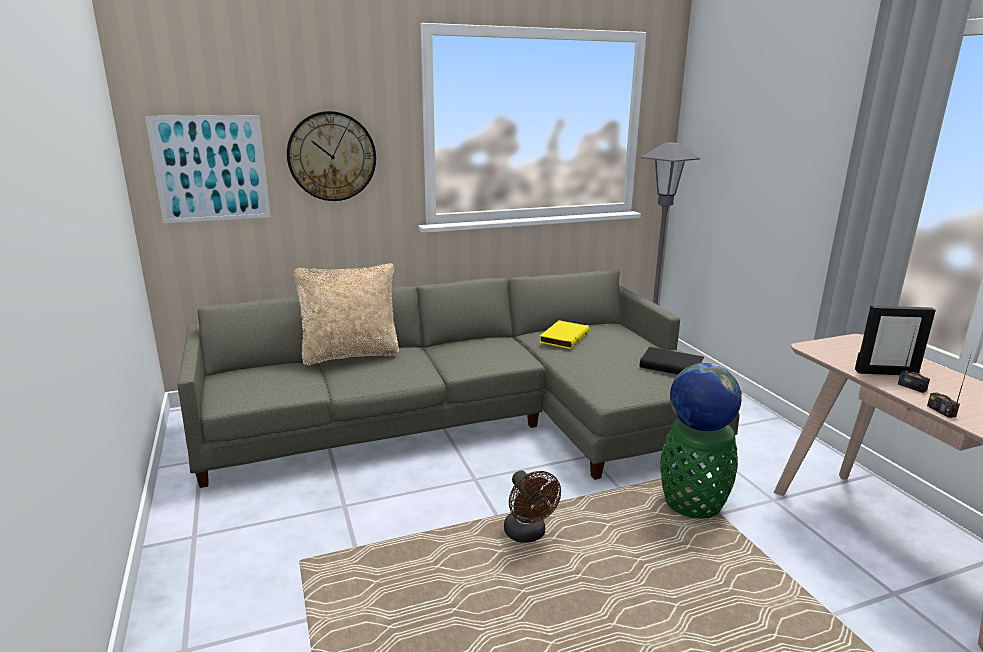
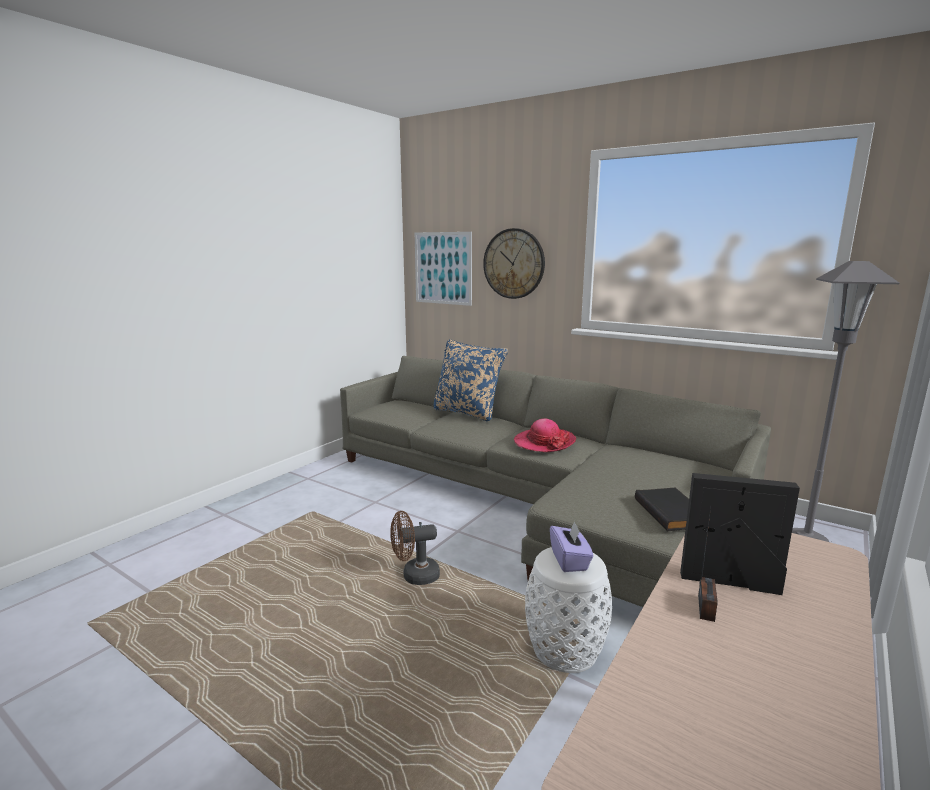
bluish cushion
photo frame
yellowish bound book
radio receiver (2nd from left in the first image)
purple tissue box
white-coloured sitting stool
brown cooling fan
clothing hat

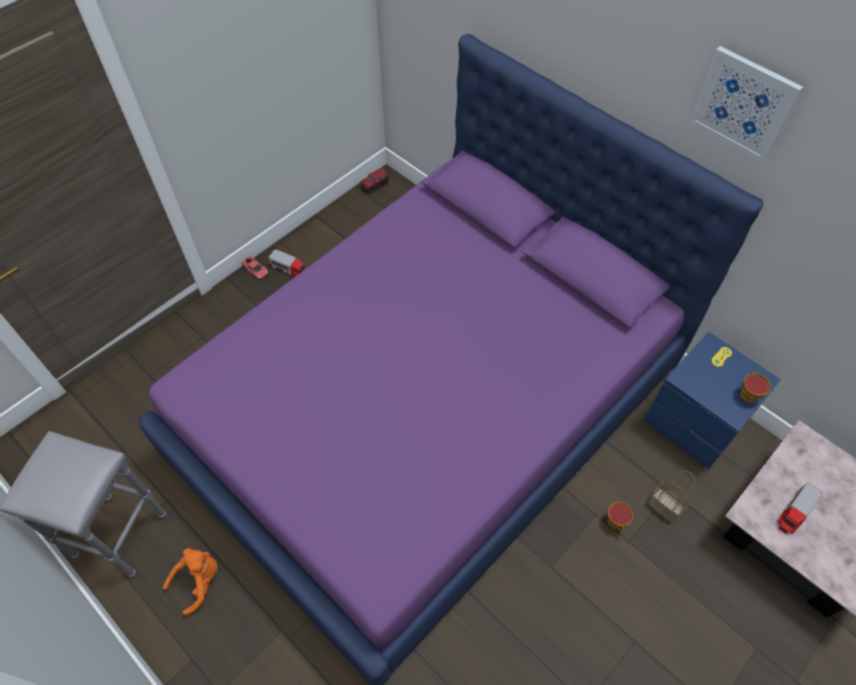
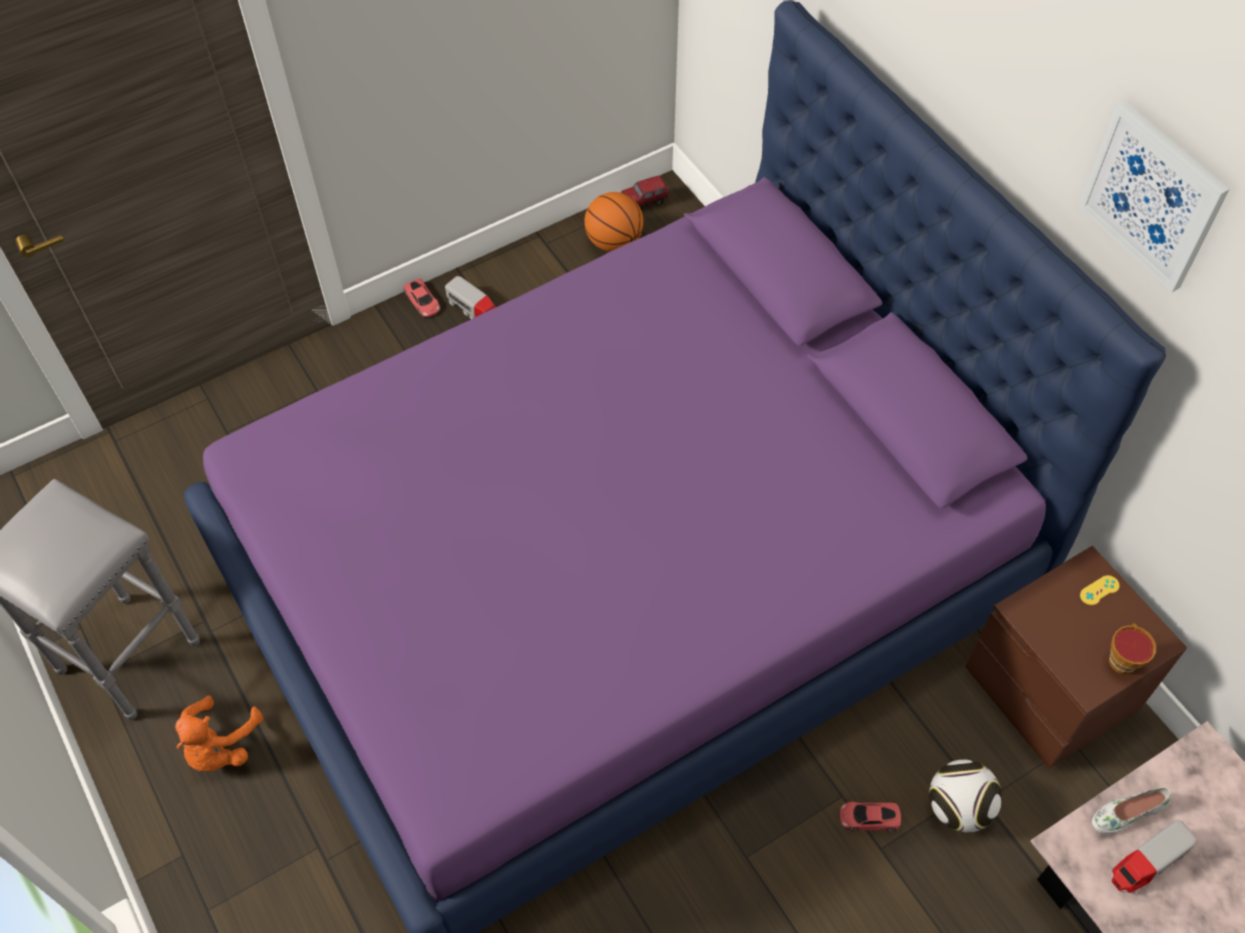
brown nightstand
football
reddish model car (2nd from left)
orange-coloured cuddly toy
ball for basketball
white-coloured low shoe

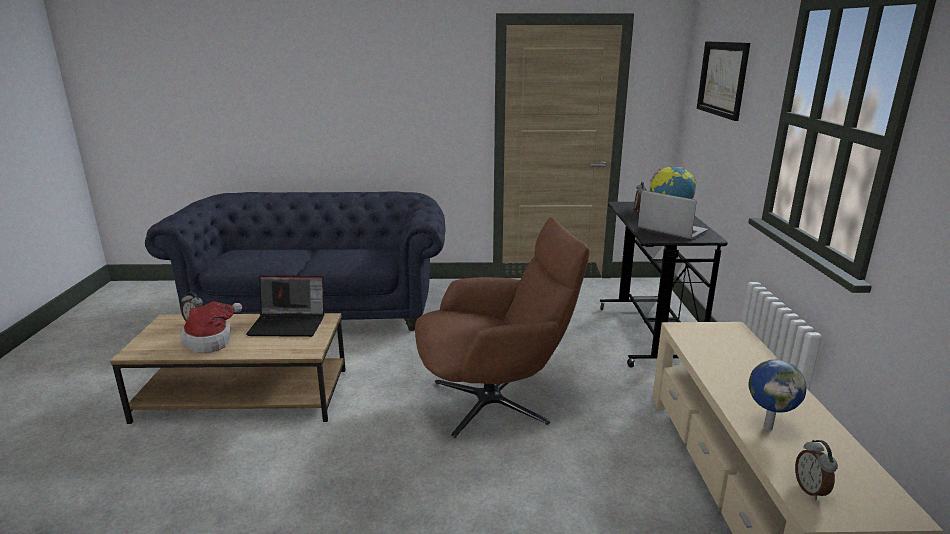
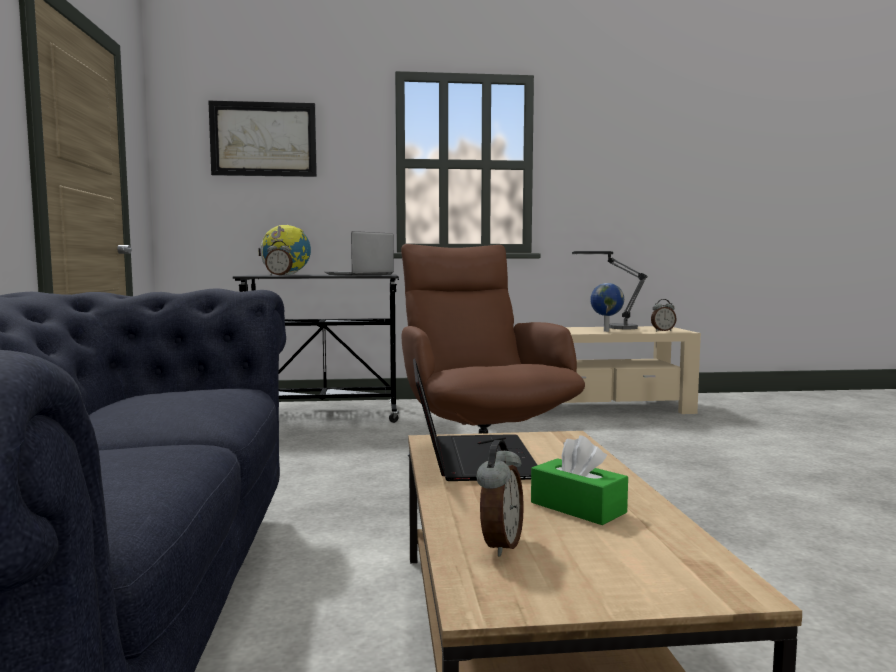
green-coloured tissue box
table lamp

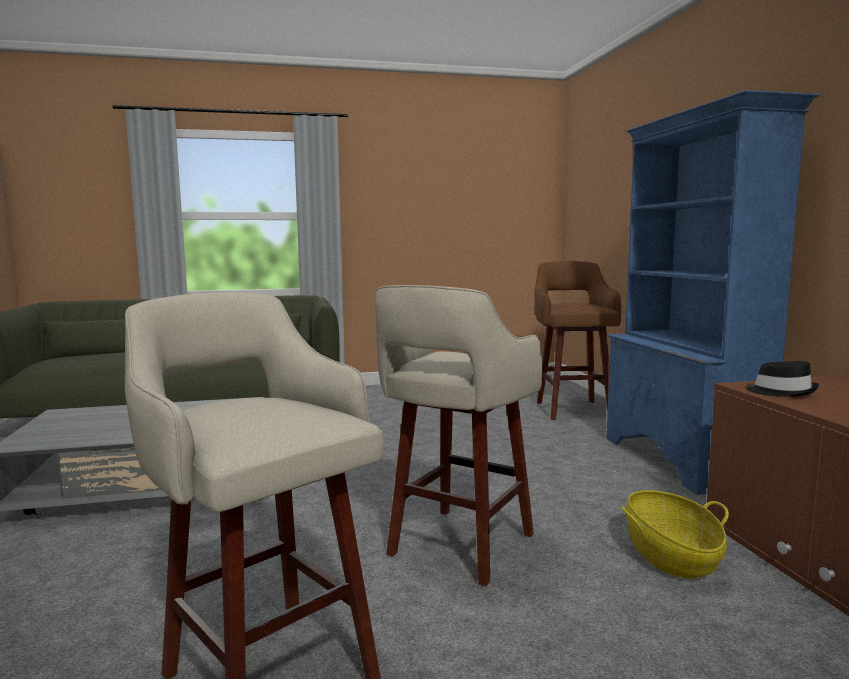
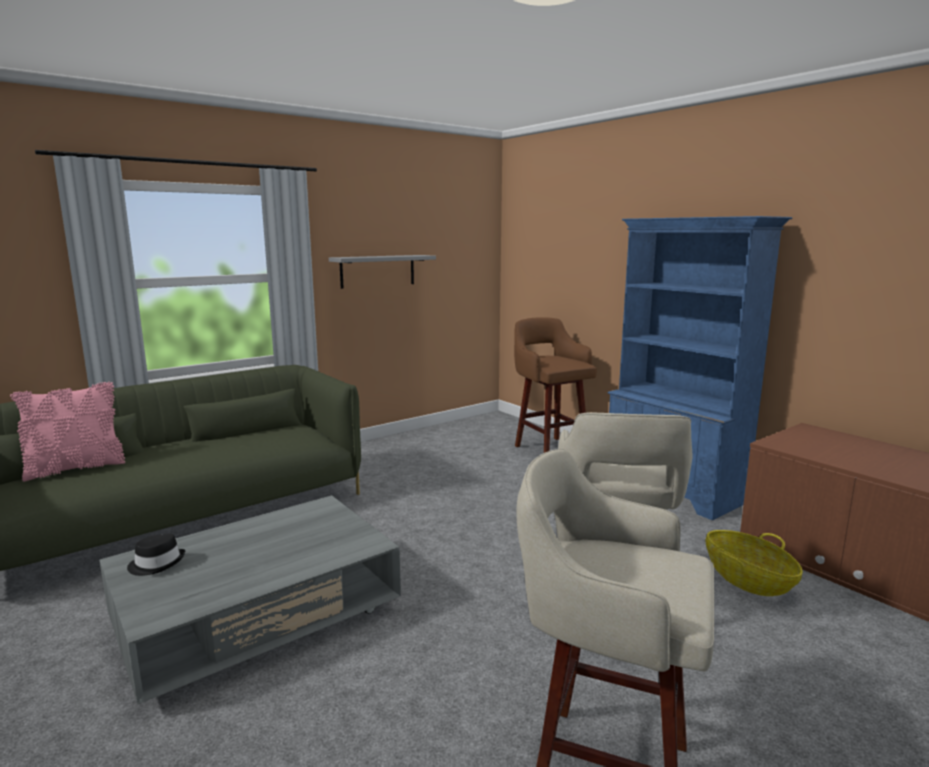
black clothing hat
grey wall shelf
pinkish cushion

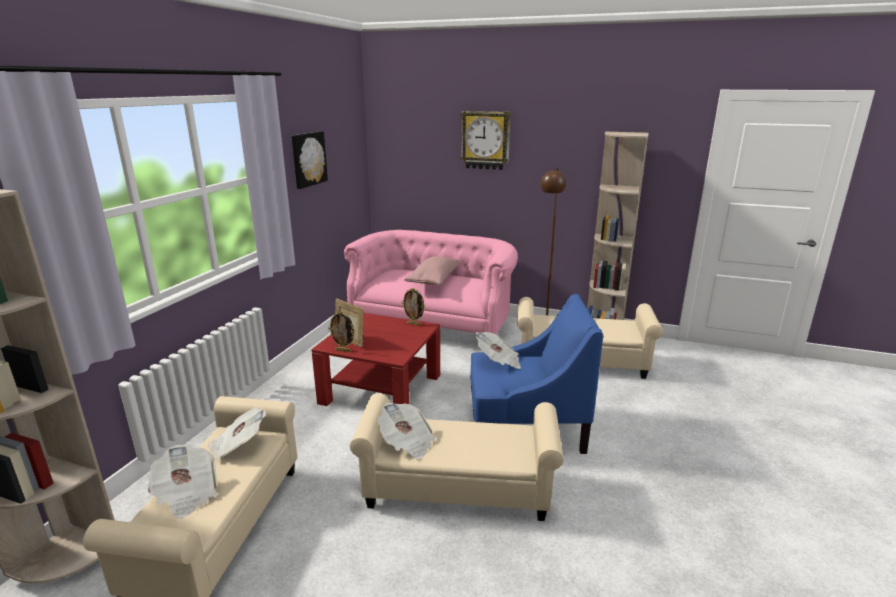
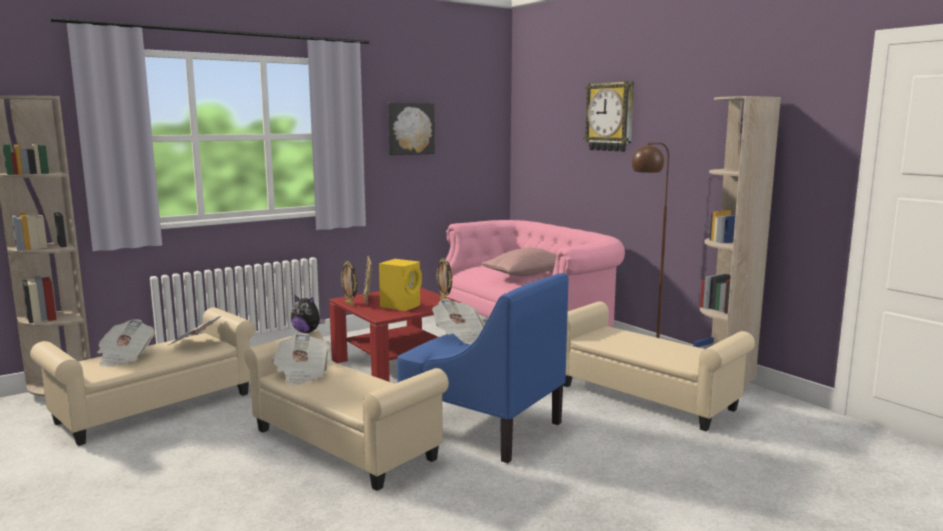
yellowish audio speaker
cuddly toy

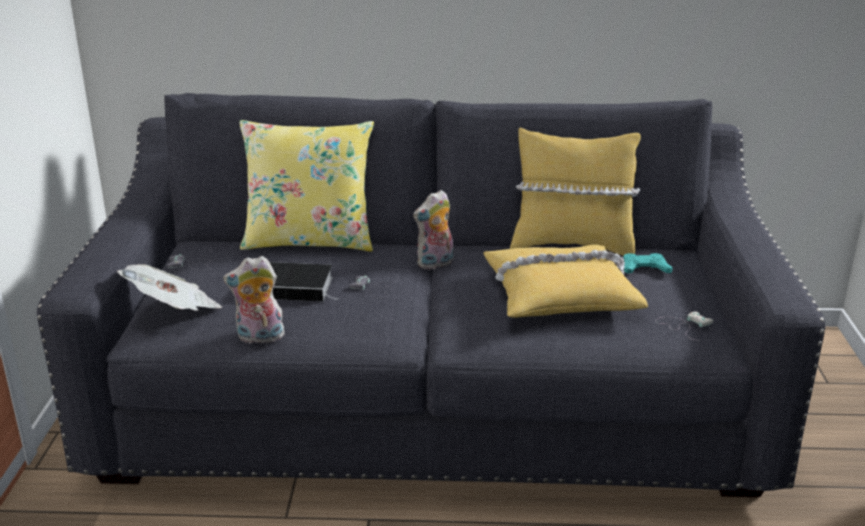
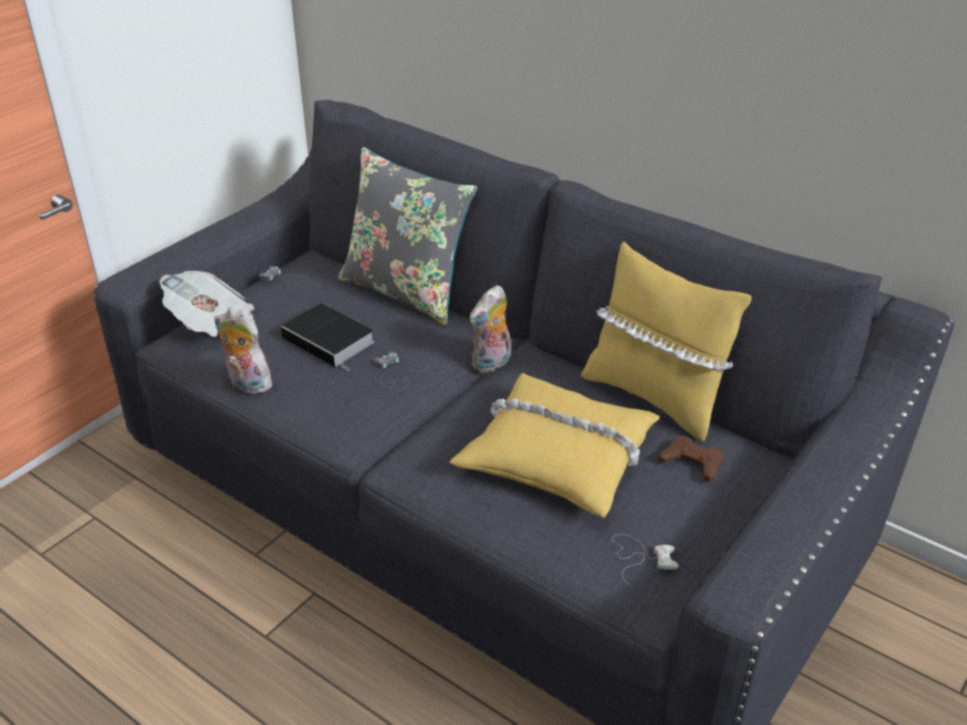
grey cushion
cuddly toy (2nd from left)
brown gamepad

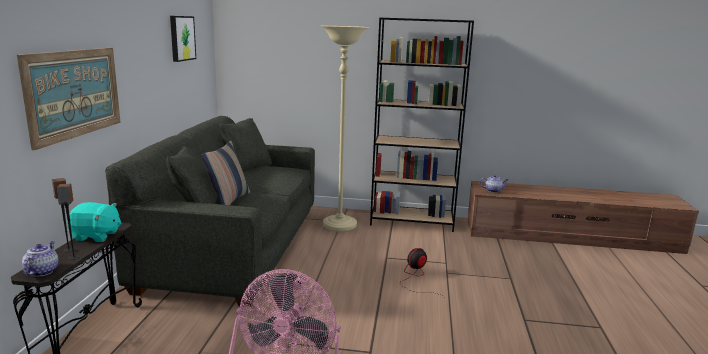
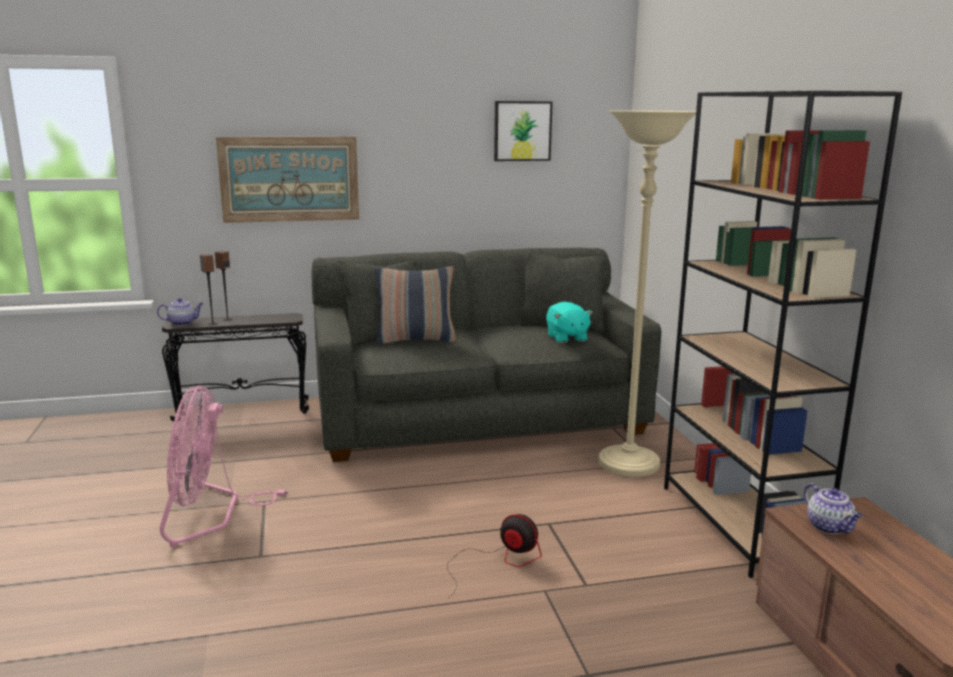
turquoise-coloured cuddly toy

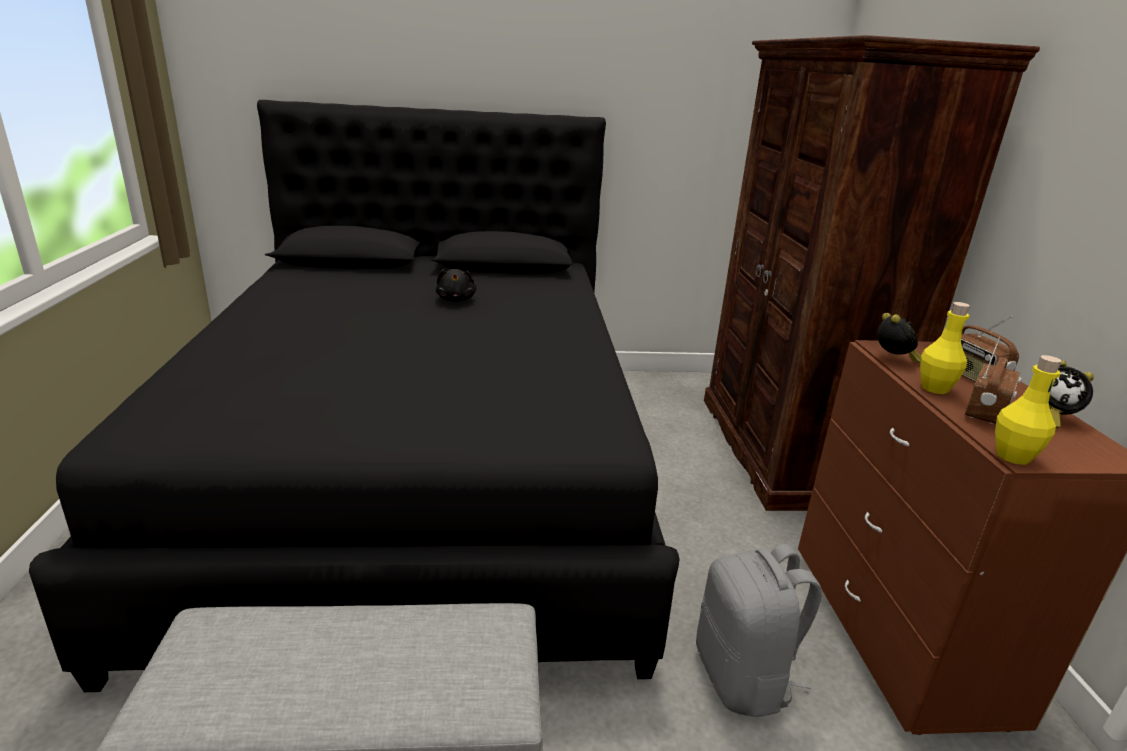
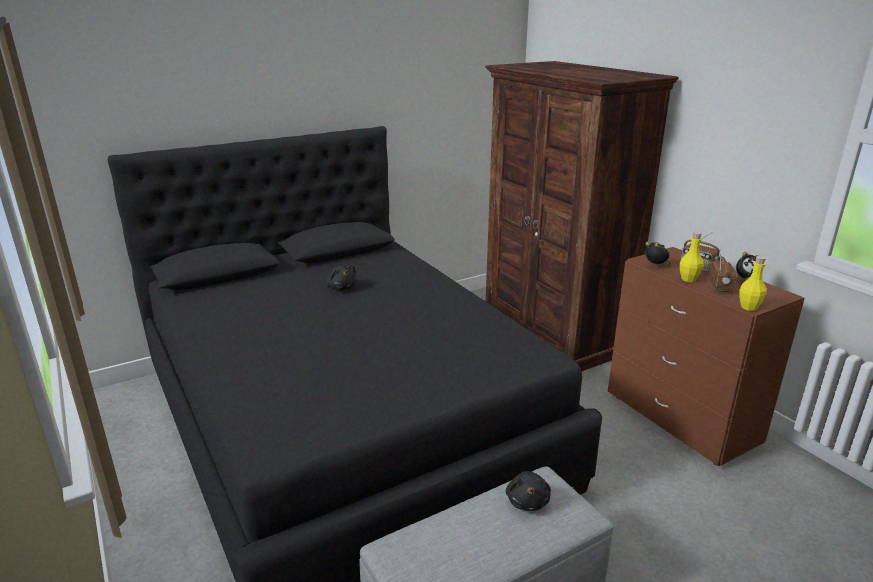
grey knapsack
black cuddly toy (2nd from left)

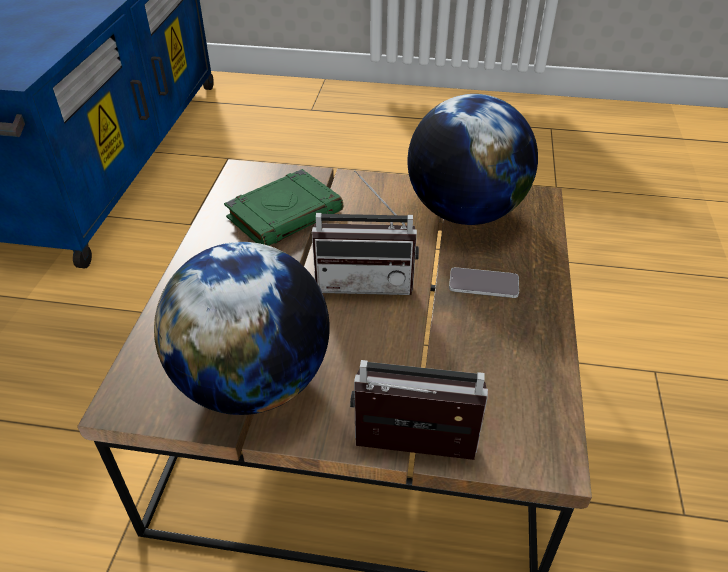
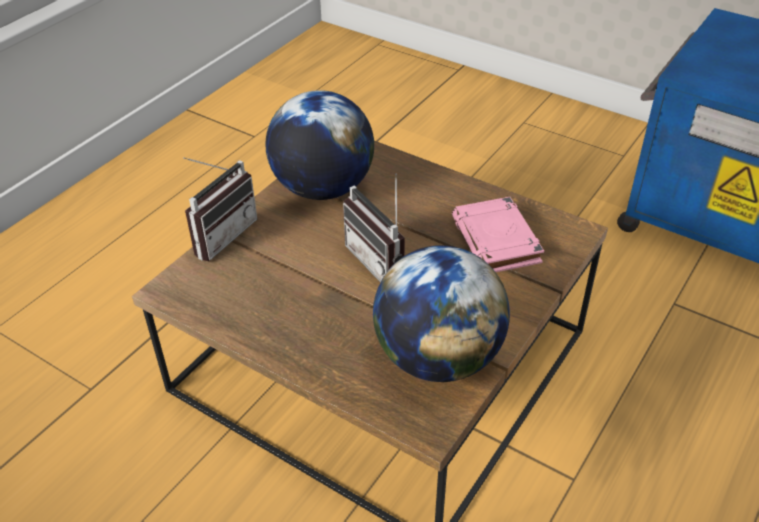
pinkish bound book
radio receiver (2nd from left)
phone

